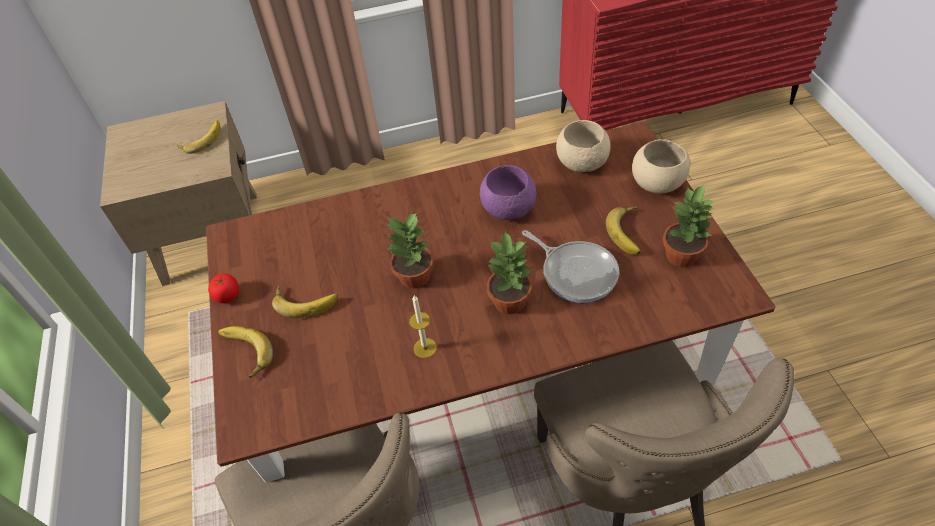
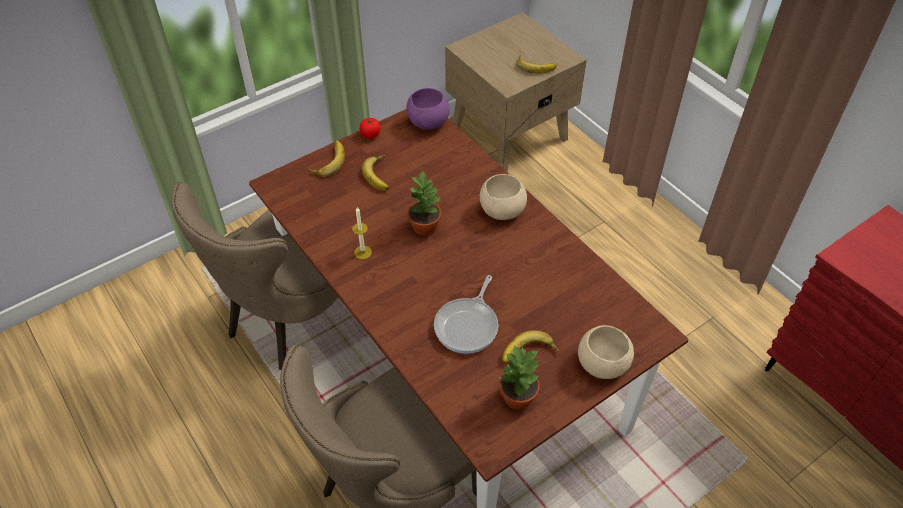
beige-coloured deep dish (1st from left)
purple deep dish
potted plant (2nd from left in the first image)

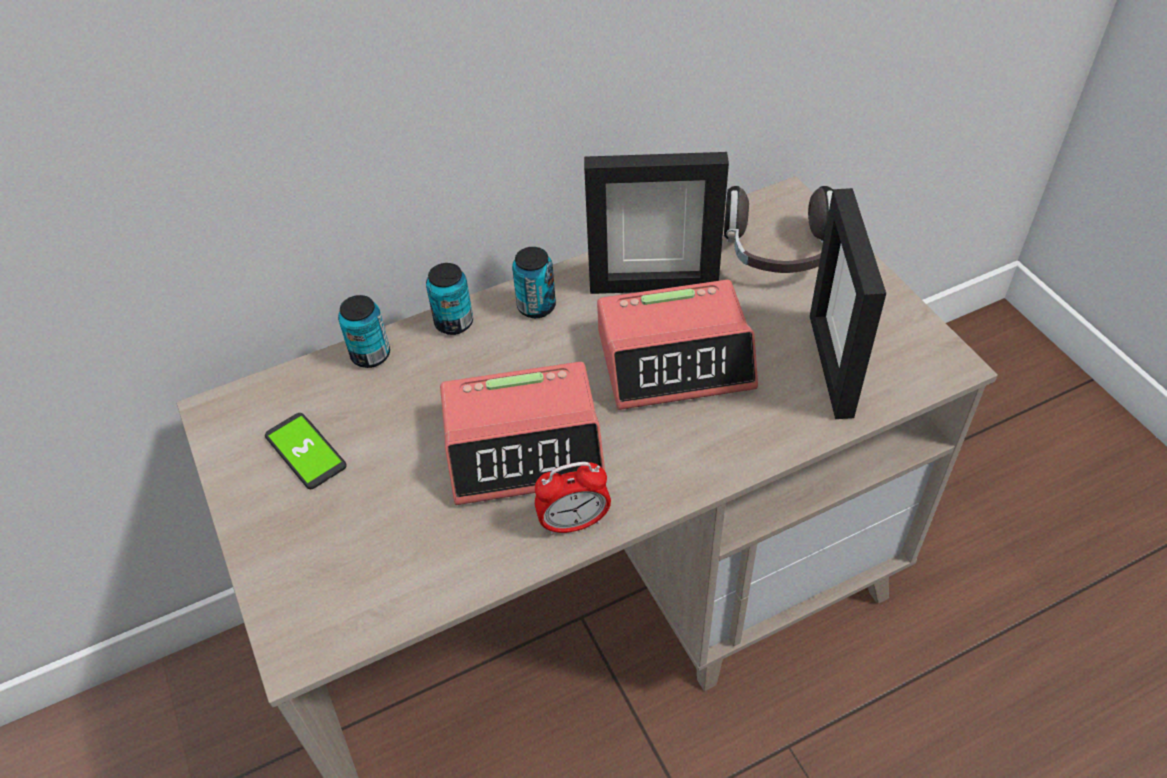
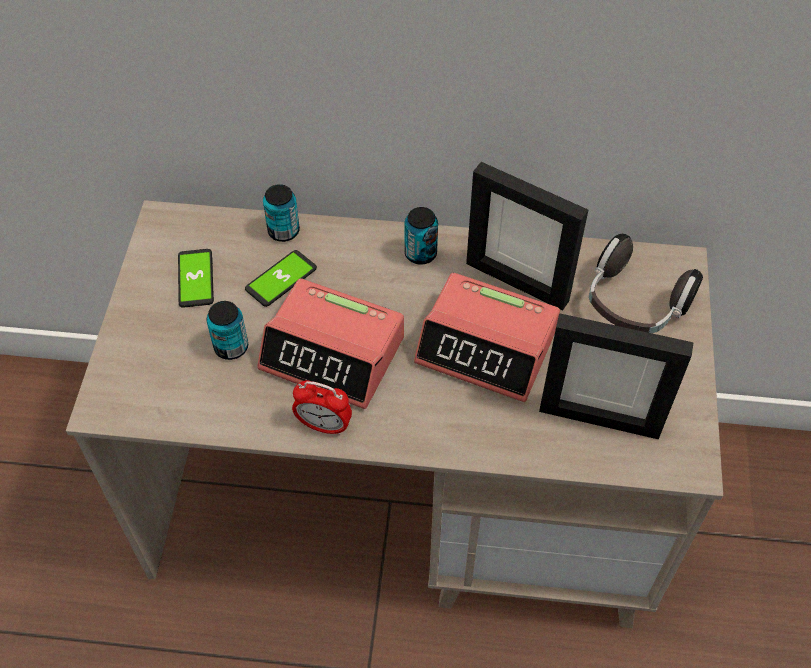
photo frame (2nd from left)
metal can (1st from left)
phone (2nd from left)

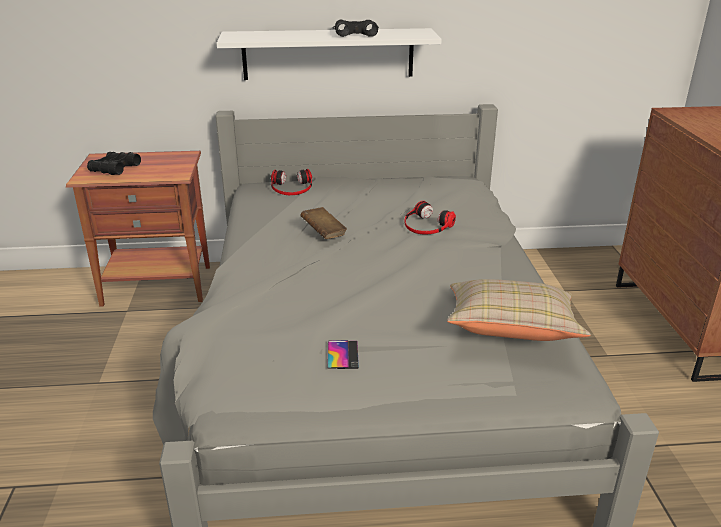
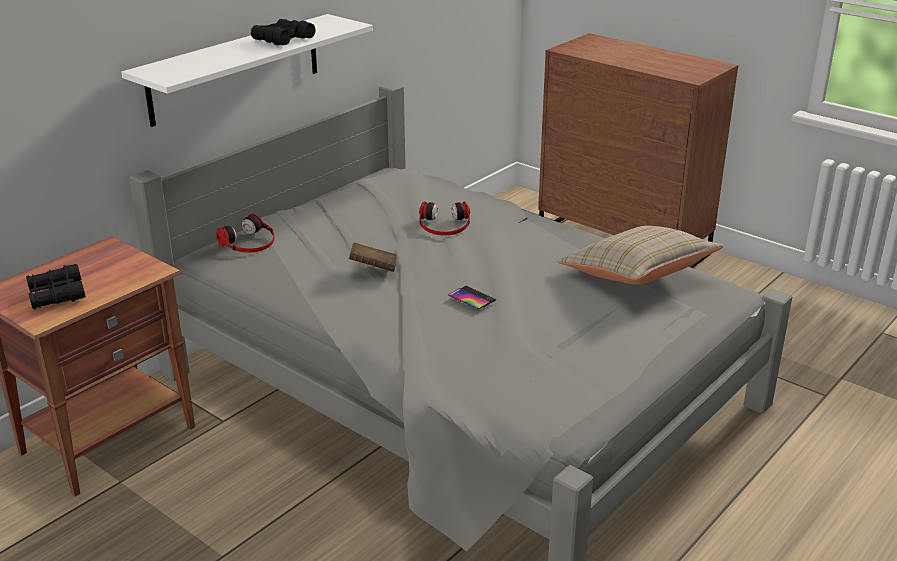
phone

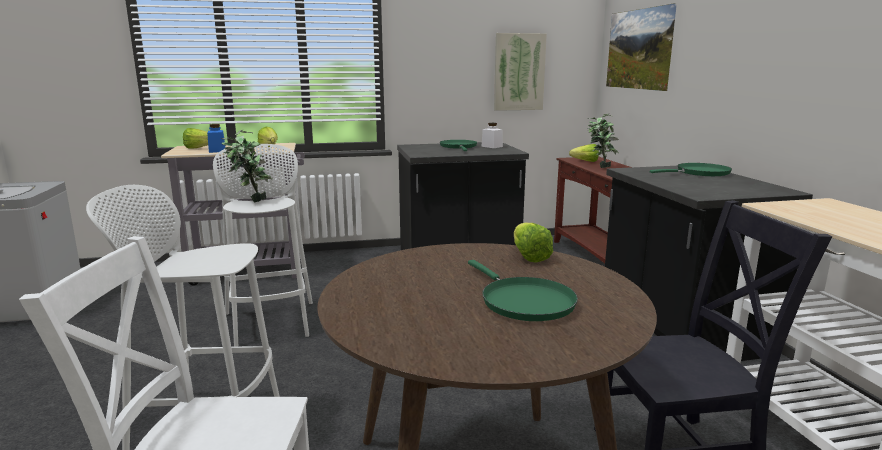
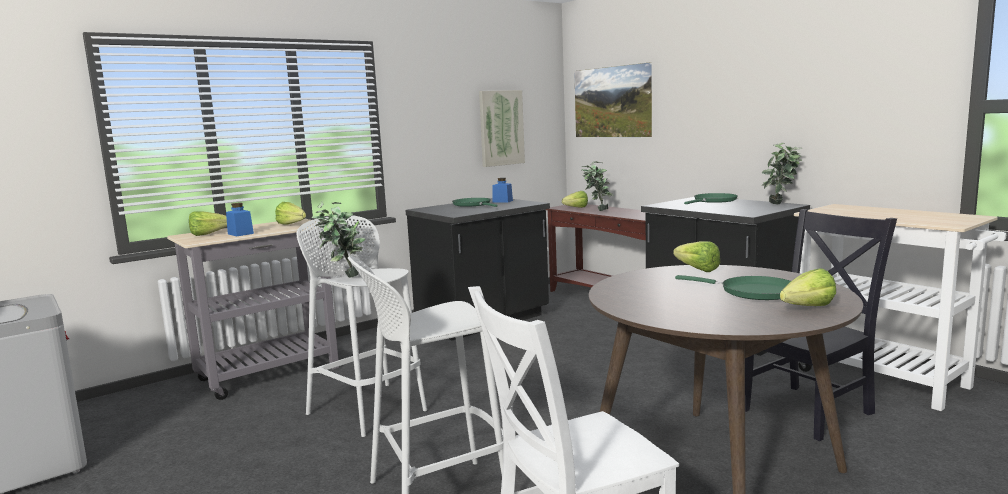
bluish preserve jar (2nd from left)
potted plant (3rd from left)
head of lettuce (5th from left)

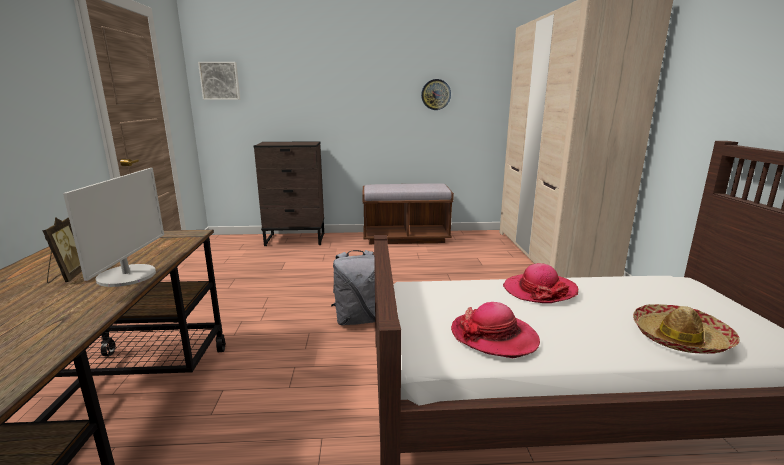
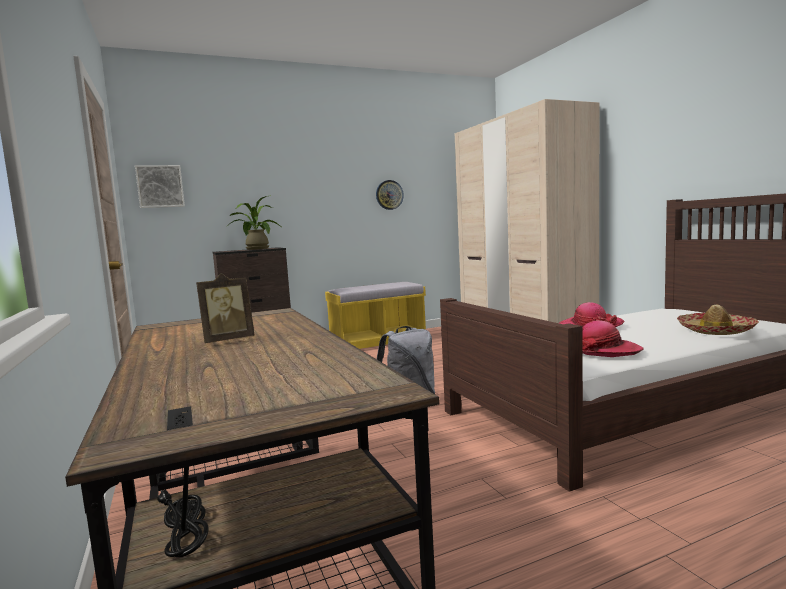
computer screen
yellowish bench
photo frame
potted plant

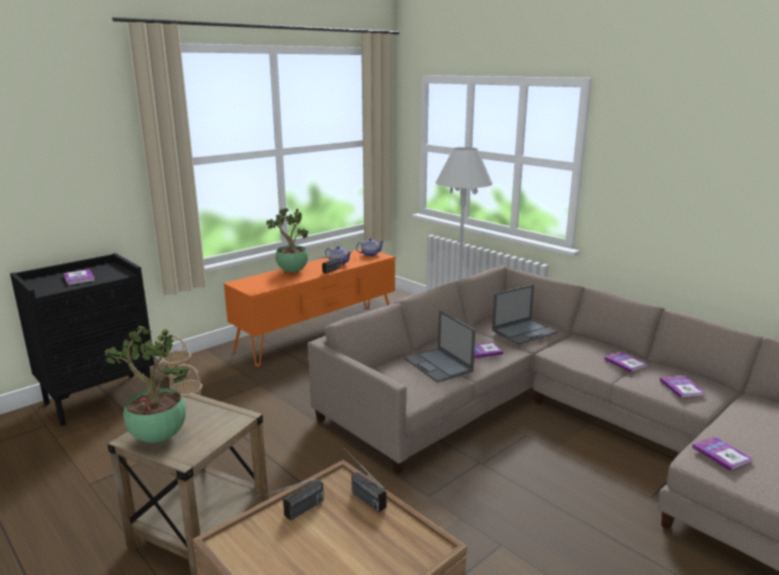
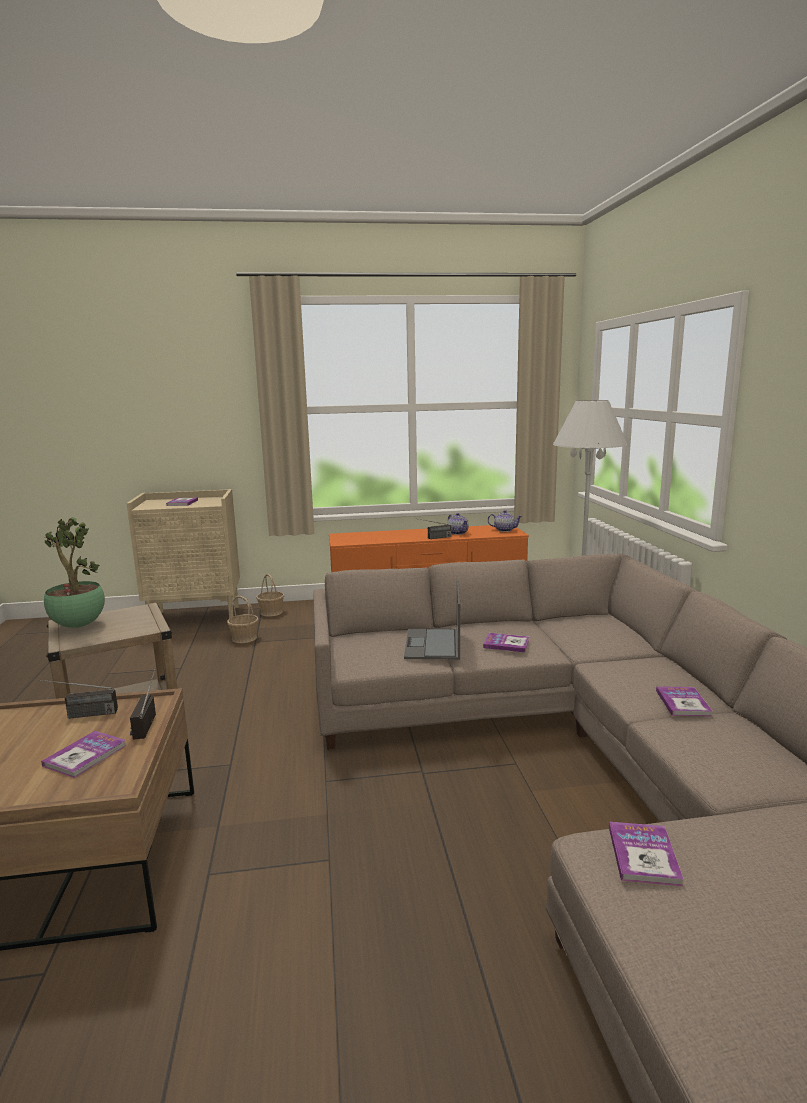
potted plant (2nd from left in the first image)
beige-coloured storage cabinet
notebook computer (2nd from left in the first image)
bound book (1st from left)

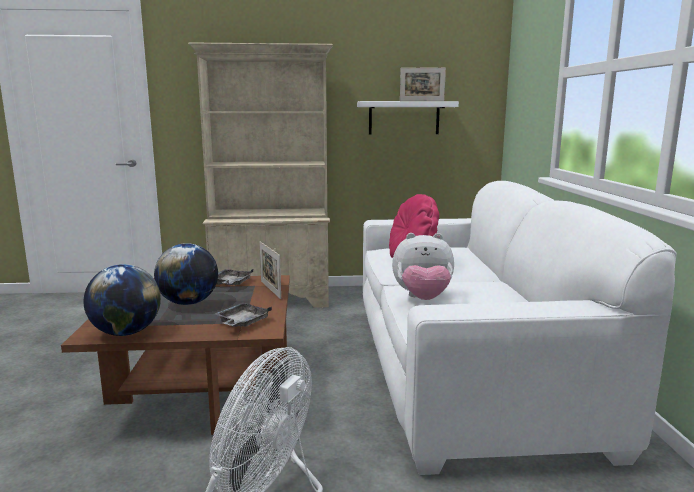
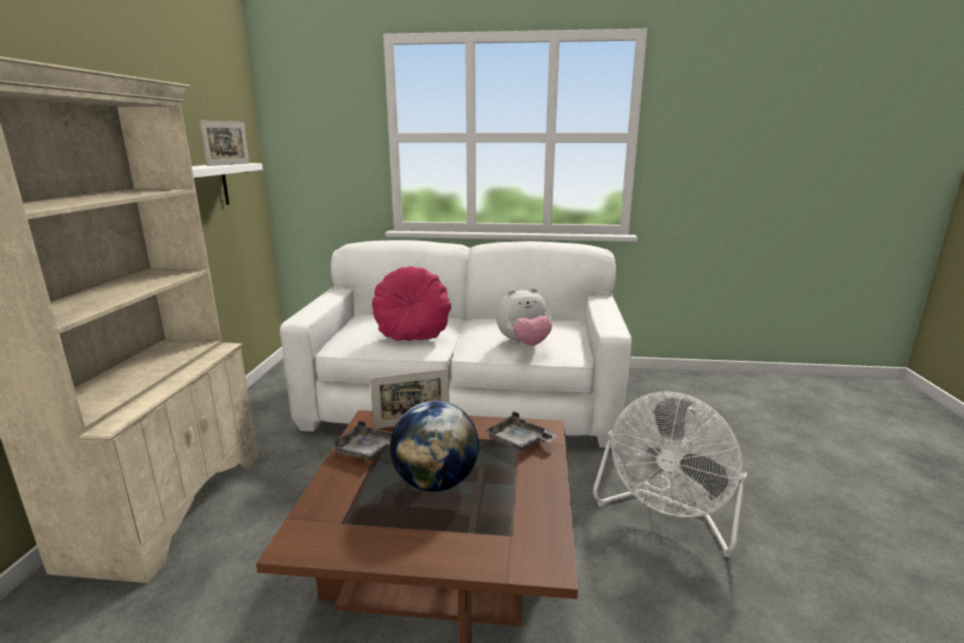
cuddly toy
globe (1st from left in the first image)

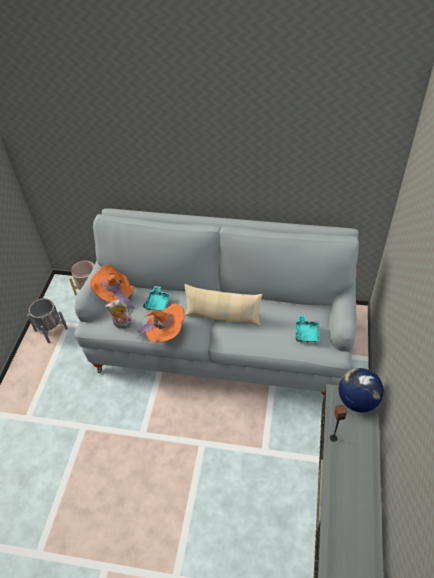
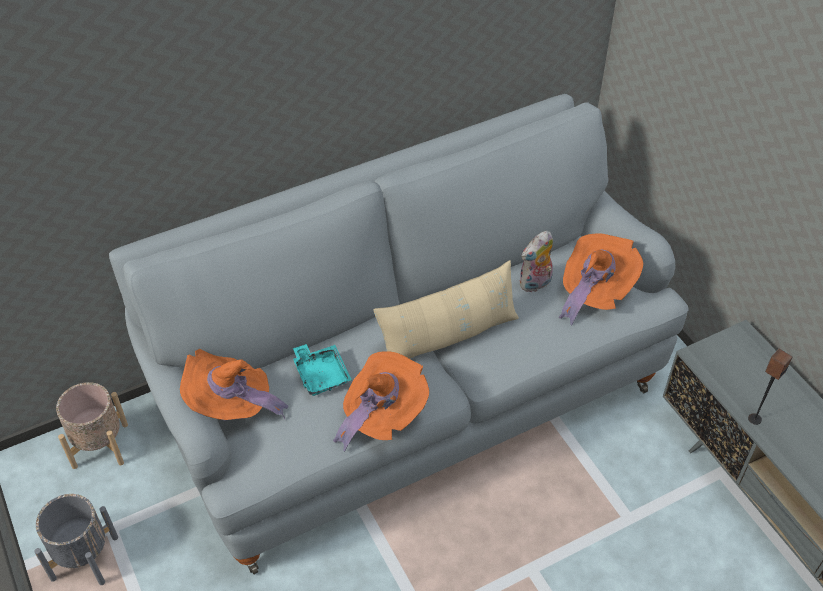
cuddly toy
orange-coloured clothing hat (3rd from left)
globe

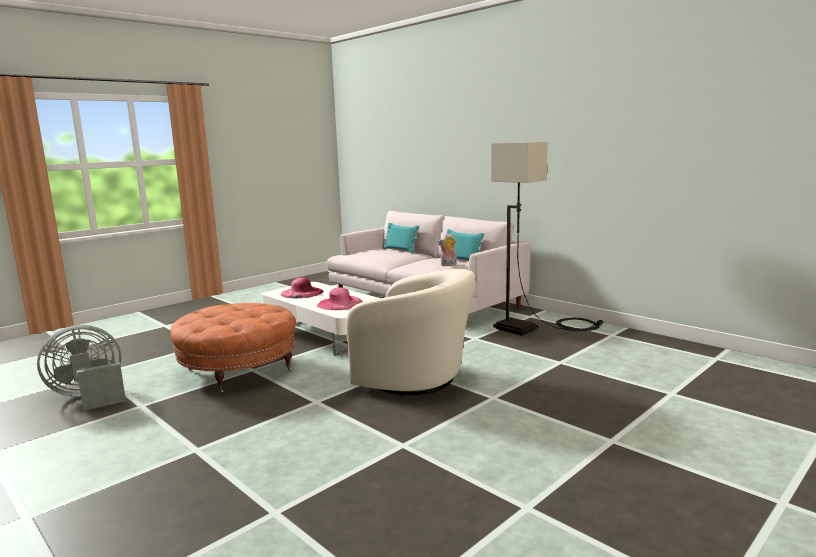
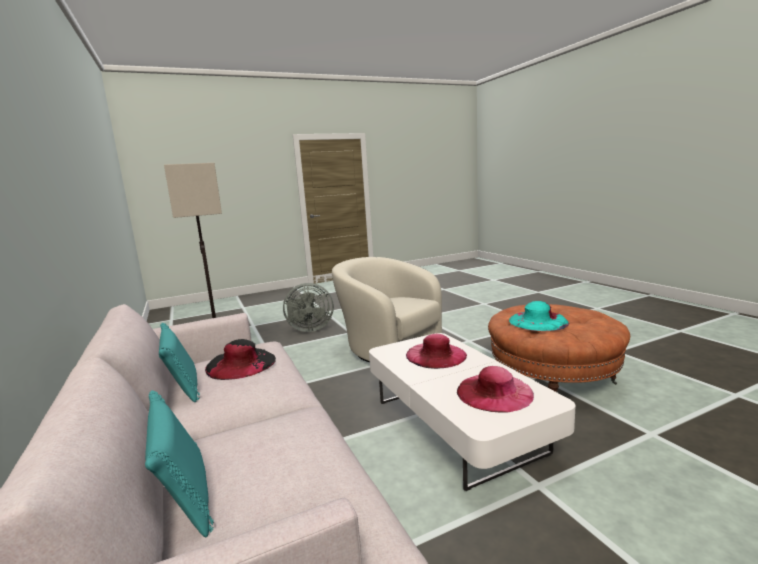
black clothing hat
grey cooling fan
turquoise-coloured clothing hat

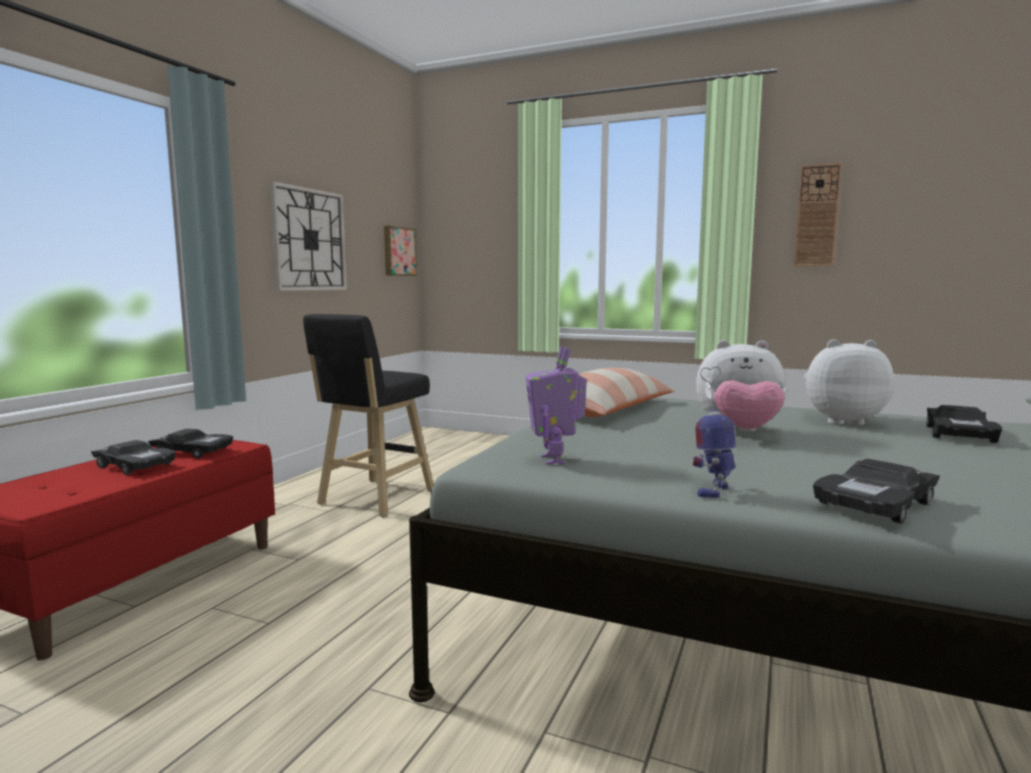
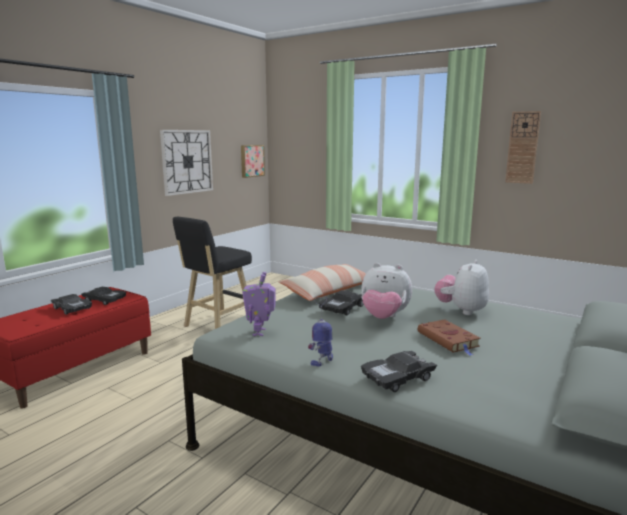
cuddly toy (2nd from left)
black model car (3rd from left)
brown bound book

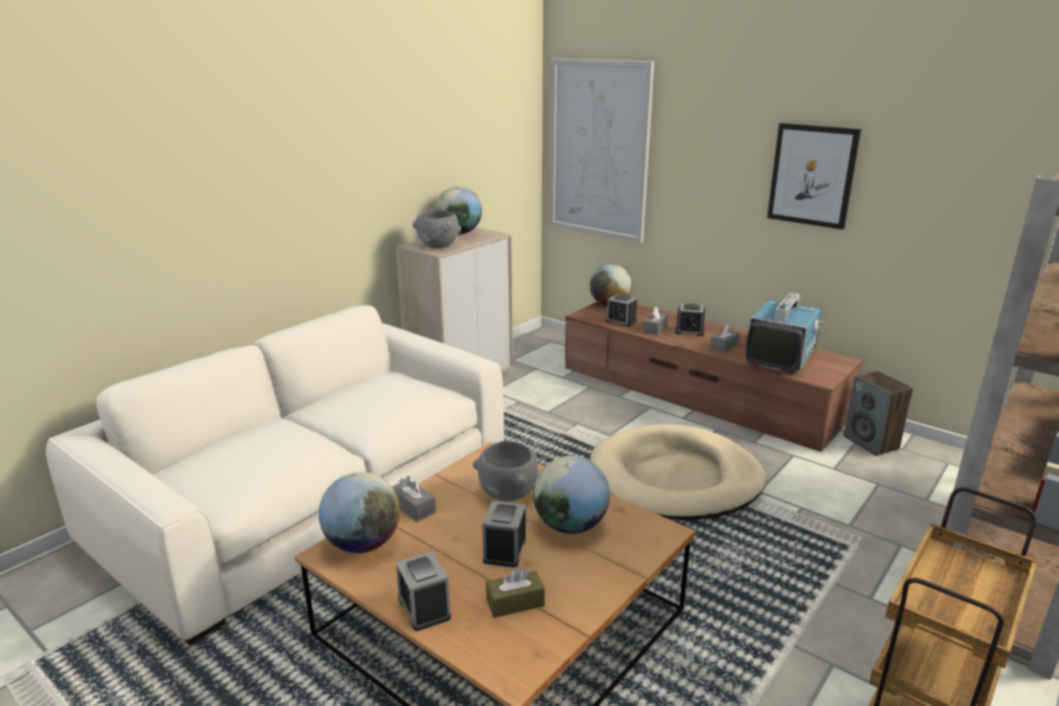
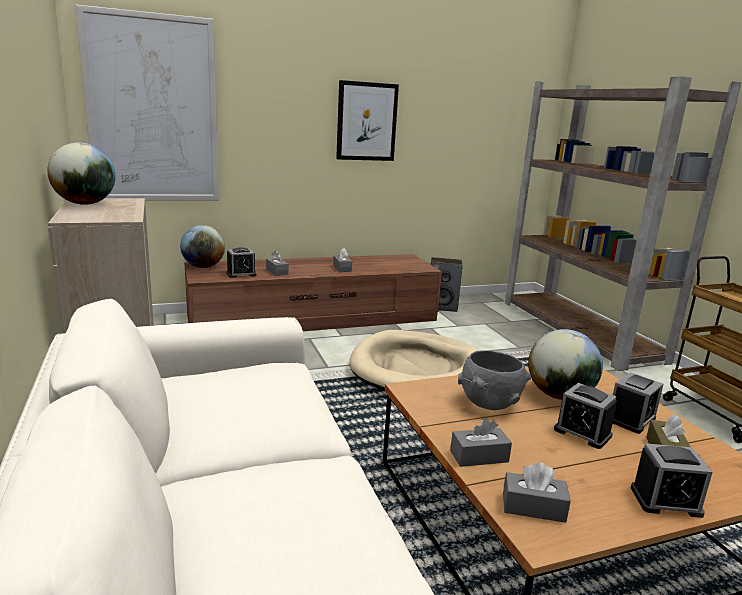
grey deep dish (1st from left in the first image)
TV set
bedside clock (3rd from left)
grey tissue box (4th from left)

